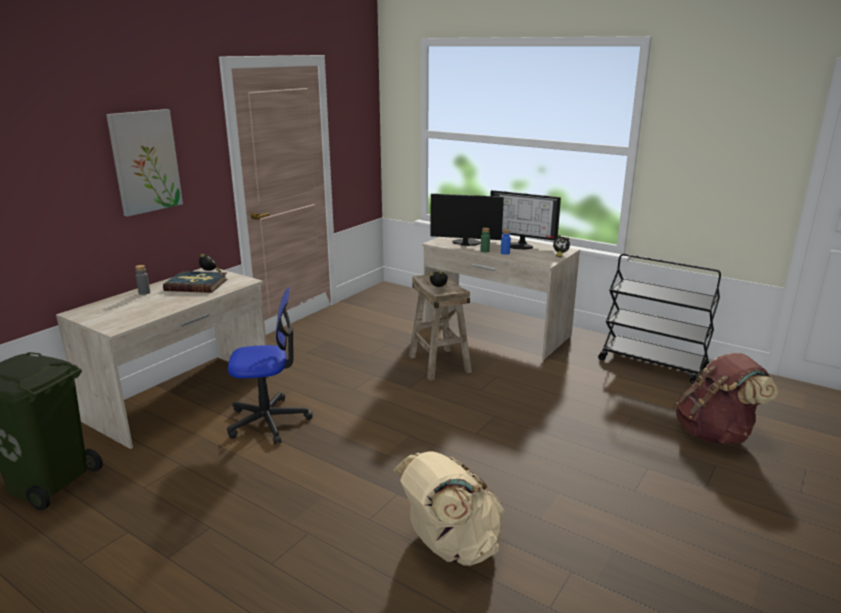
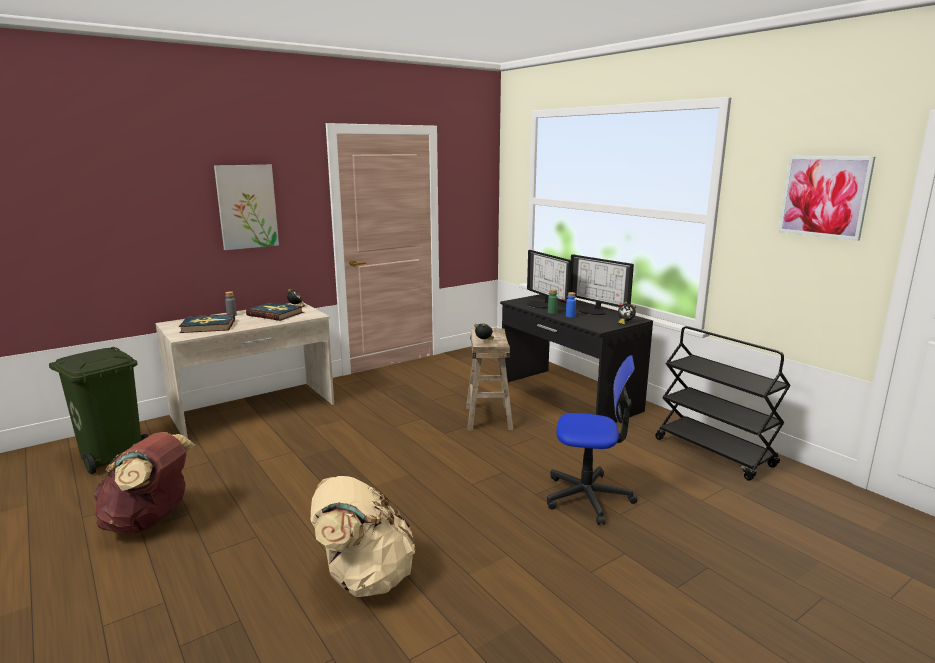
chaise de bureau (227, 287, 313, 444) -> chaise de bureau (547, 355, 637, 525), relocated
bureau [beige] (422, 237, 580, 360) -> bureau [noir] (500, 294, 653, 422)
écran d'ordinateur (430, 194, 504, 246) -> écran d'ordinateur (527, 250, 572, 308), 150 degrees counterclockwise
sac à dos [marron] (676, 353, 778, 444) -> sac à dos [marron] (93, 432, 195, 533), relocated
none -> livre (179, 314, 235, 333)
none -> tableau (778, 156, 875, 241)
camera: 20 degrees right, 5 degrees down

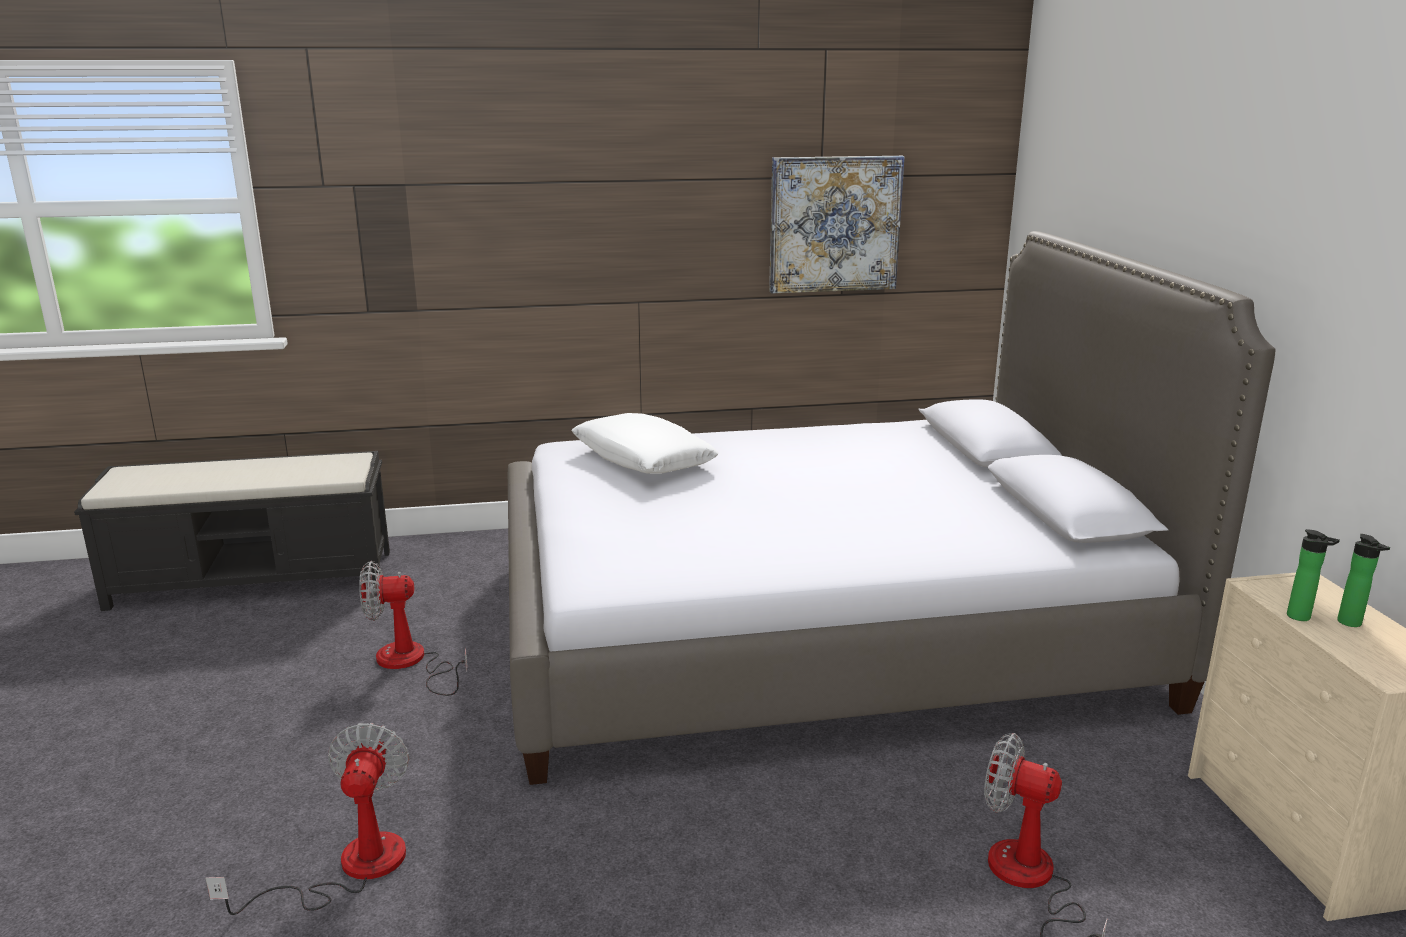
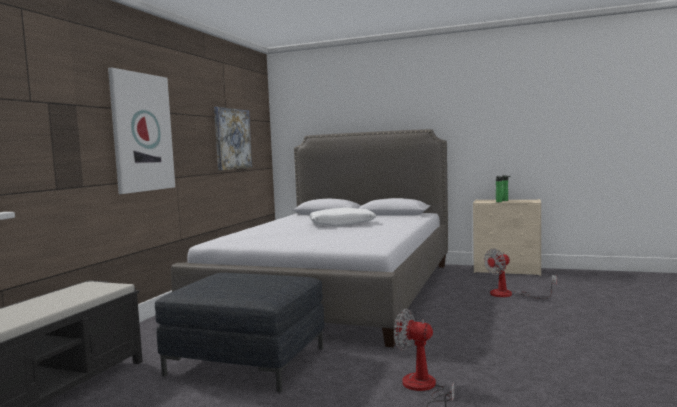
ventilateur (359, 561, 467, 696) -> pouf [gris] (155, 273, 324, 392)
coussin [blanc] (572, 413, 719, 474) -> coussin [blanc] (309, 208, 376, 226), relocated
none -> tableau (108, 68, 175, 194)
camera: 60 degrees left, 15 degrees down

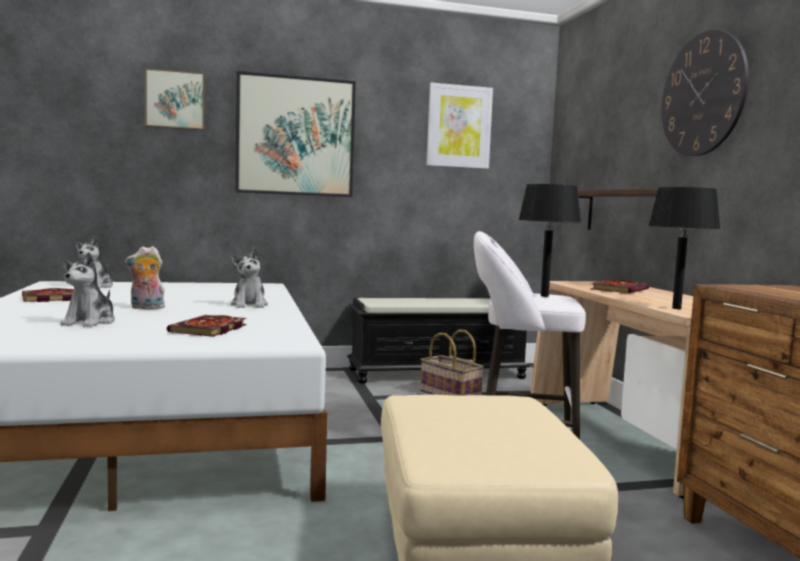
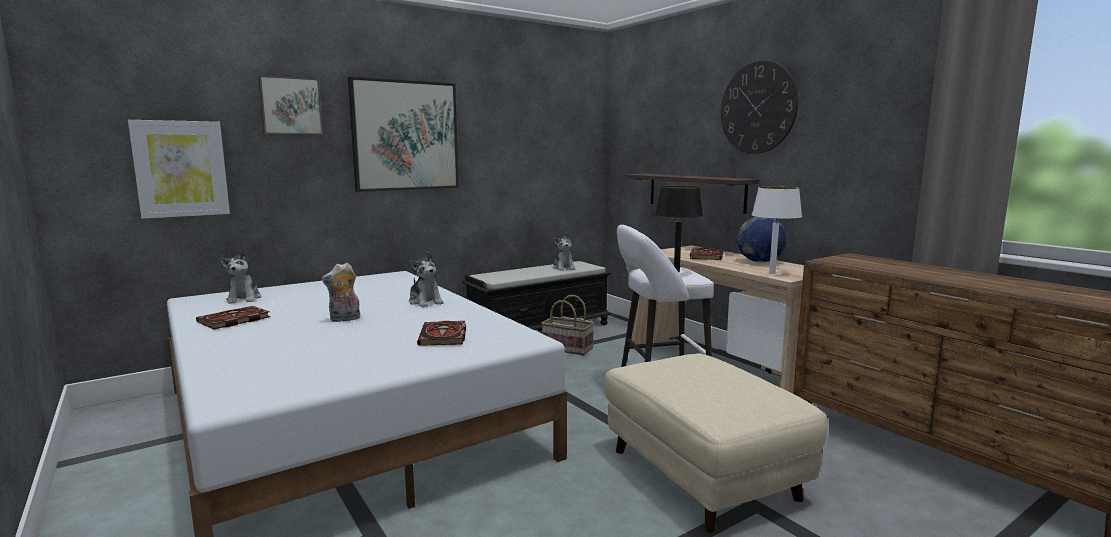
peluche (60, 252, 115, 327) -> peluche (553, 233, 575, 271), relocated
tableau (426, 82, 493, 169) -> tableau (128, 120, 230, 219), relocated
lampe de table [noir] (648, 187, 721, 309) -> lampe de table [blanc] (752, 187, 802, 274)
none -> globe (737, 217, 787, 263)
camera: 20 degrees left, 5 degrees up

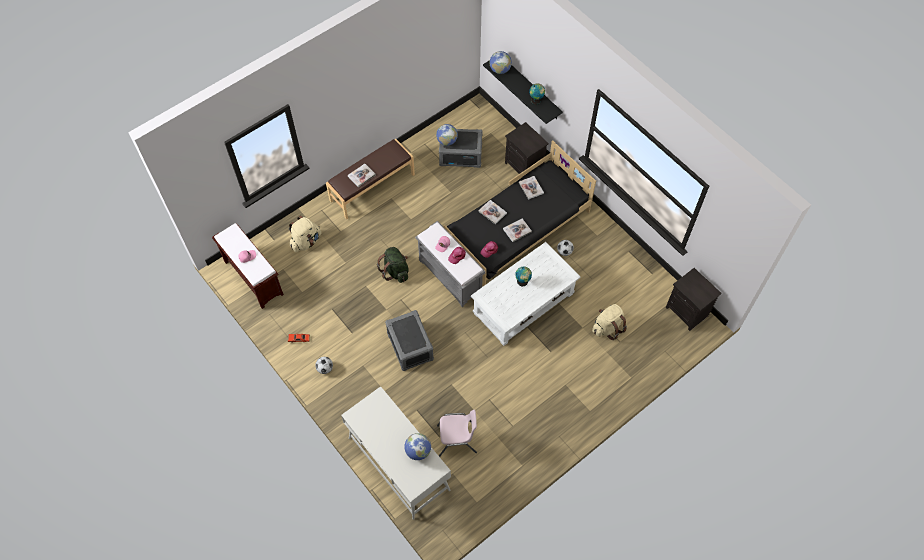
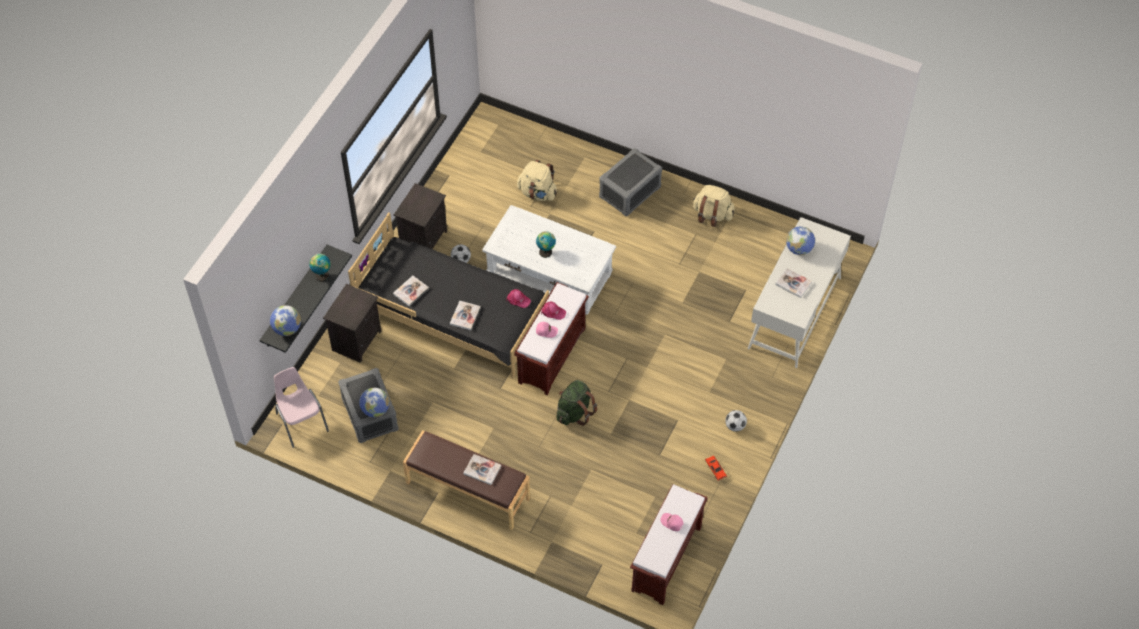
sac à dos [beige] (289, 216, 321, 252) -> sac à dos [beige] (693, 185, 734, 227), relocated
boîte de rangement [gris] (385, 310, 434, 371) -> boîte de rangement [gris] (599, 148, 662, 216), relocated
banc [gris] (415, 221, 485, 307) -> banc [marron] (514, 282, 589, 395)
chaise [rose] (437, 409, 477, 457) -> chaise [rose] (274, 367, 329, 448), relocated
livre (503, 219, 532, 242) -> livre (775, 268, 812, 298), relocated
table de chevet [noir] (666, 268, 722, 331) -> table de chevet [noir] (394, 183, 447, 249), relocated
camera: 115 degrees left, 5 degrees down

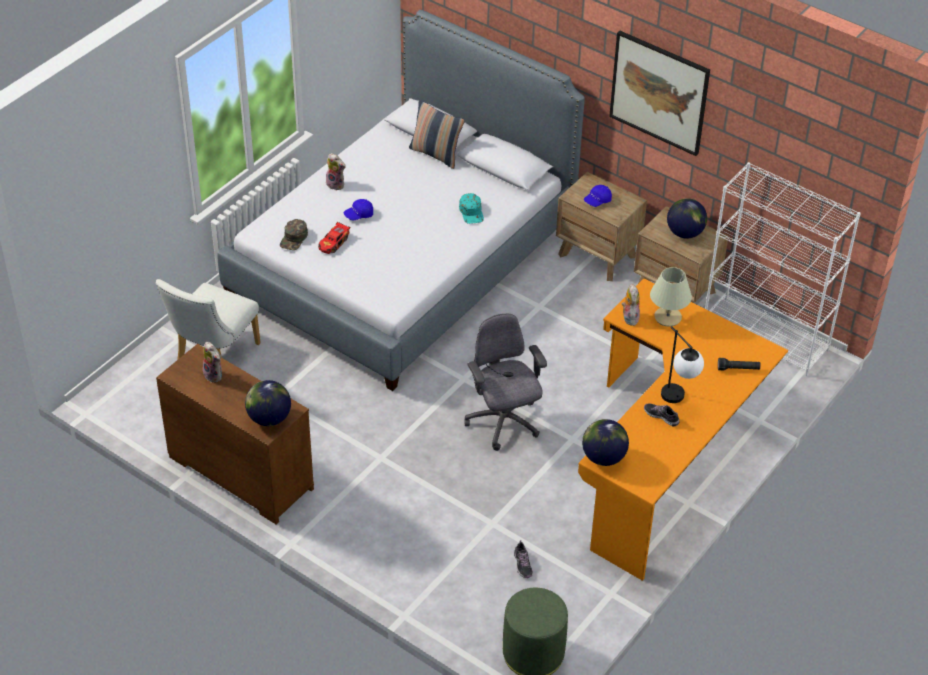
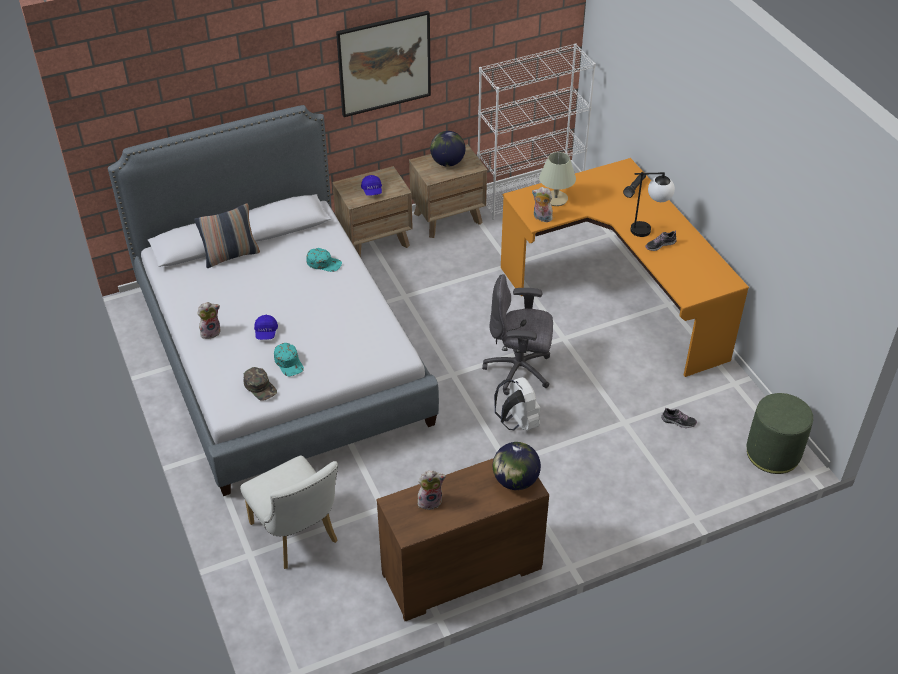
petite voiture (318, 222, 350, 254) -> casquette [turquoise] (274, 343, 304, 376)
globe (582, 419, 629, 466) -> none
none -> sac à dos [blanc] (494, 377, 540, 430)
camera: 60 degrees left, 0 degrees up

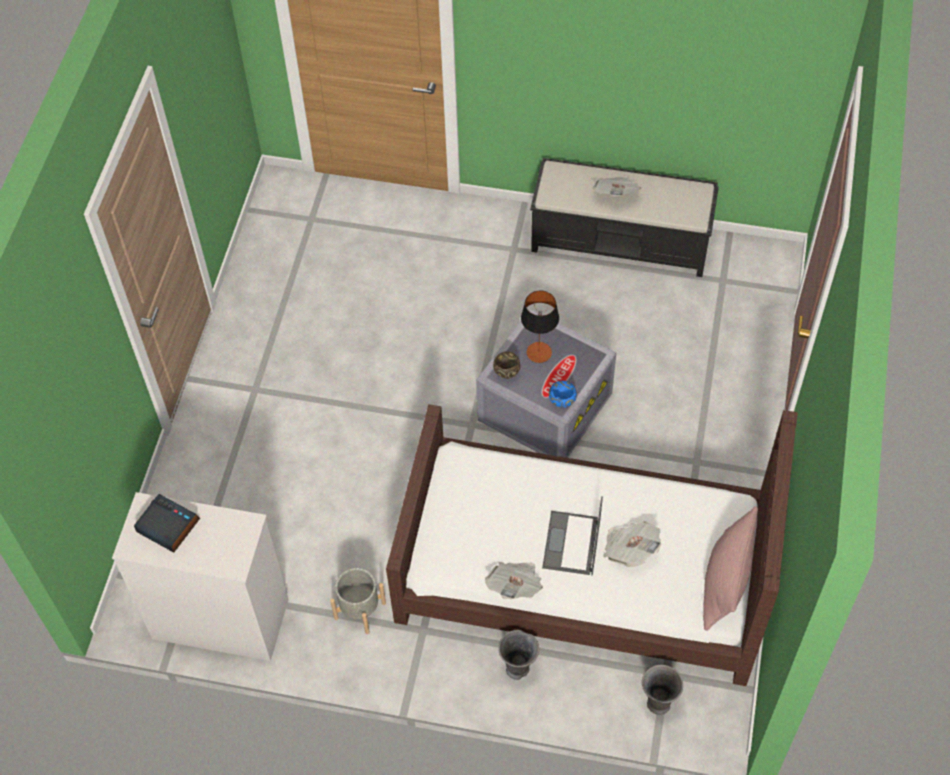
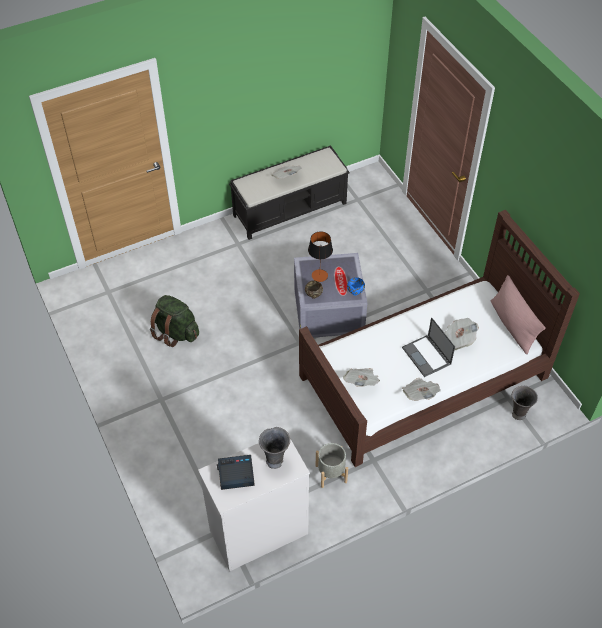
vase [gris] (498, 630, 539, 680) -> vase [gris] (259, 427, 290, 469), relocated
none -> sac à dos [vert] (150, 295, 199, 347)
none -> journal (343, 368, 380, 387)
camera: 40 degrees left, 5 degrees down

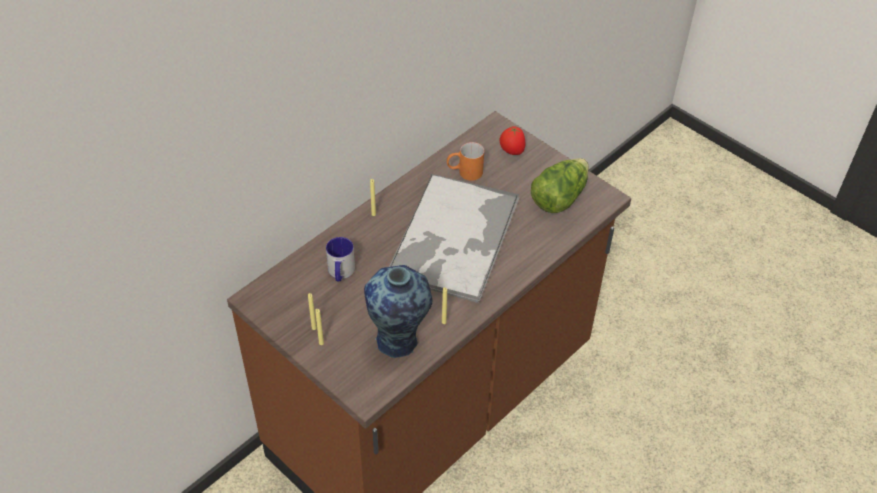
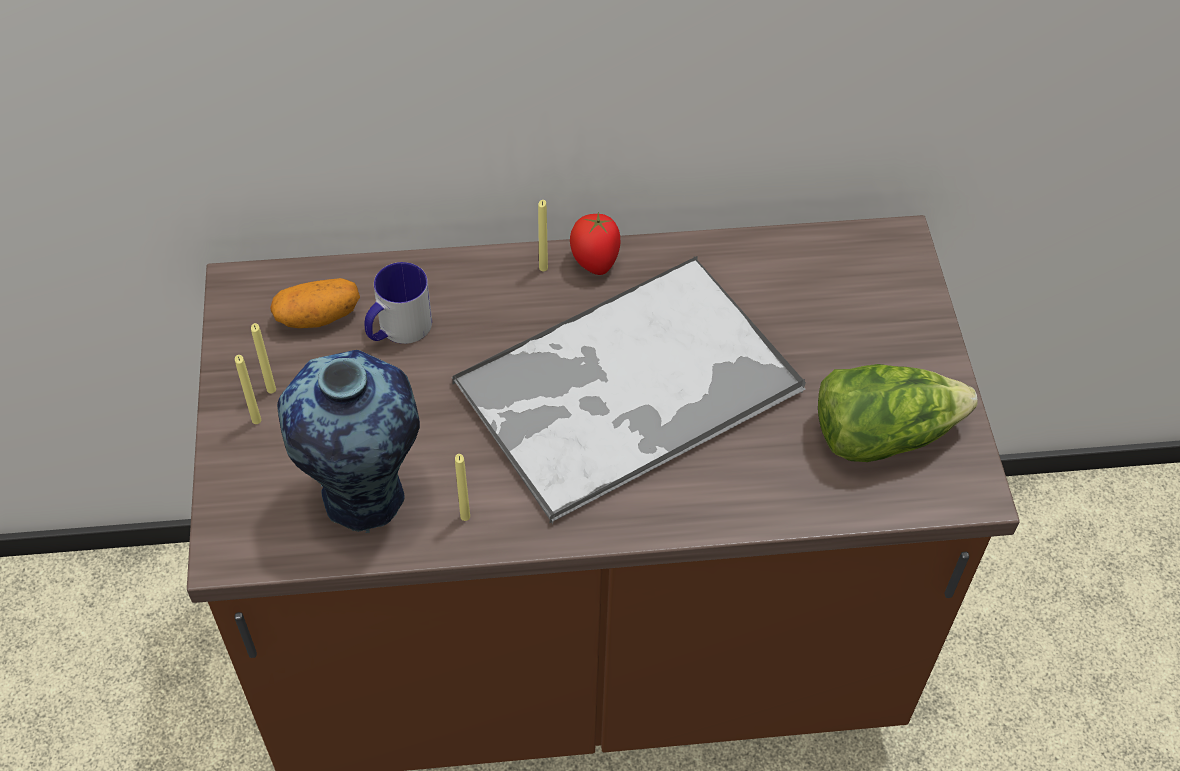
mug [orange] (447, 142, 484, 181) -> none
tomate (500, 126, 525, 155) -> tomate (570, 212, 620, 275), relocated
none -> pomme de terre (270, 278, 360, 328)
camera: 40 degrees right, 5 degrees up

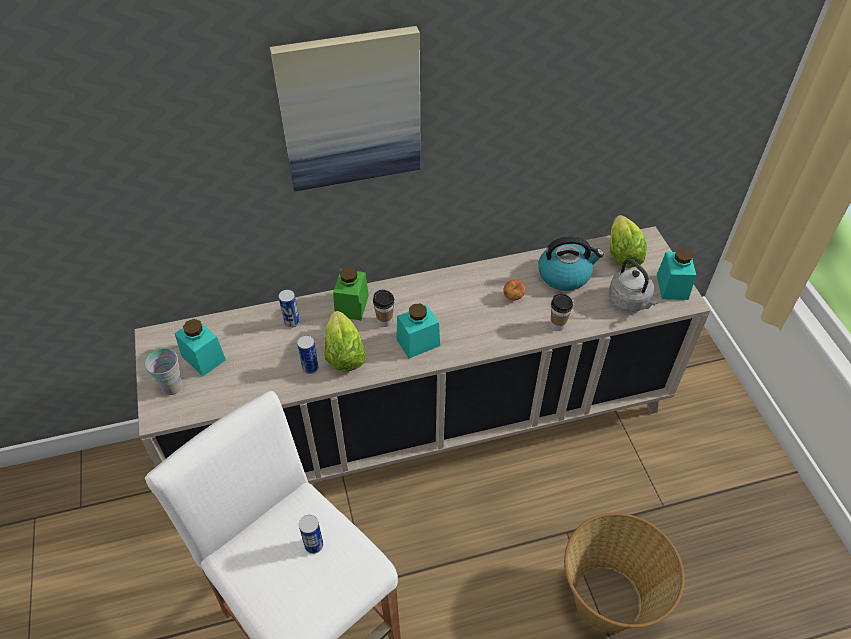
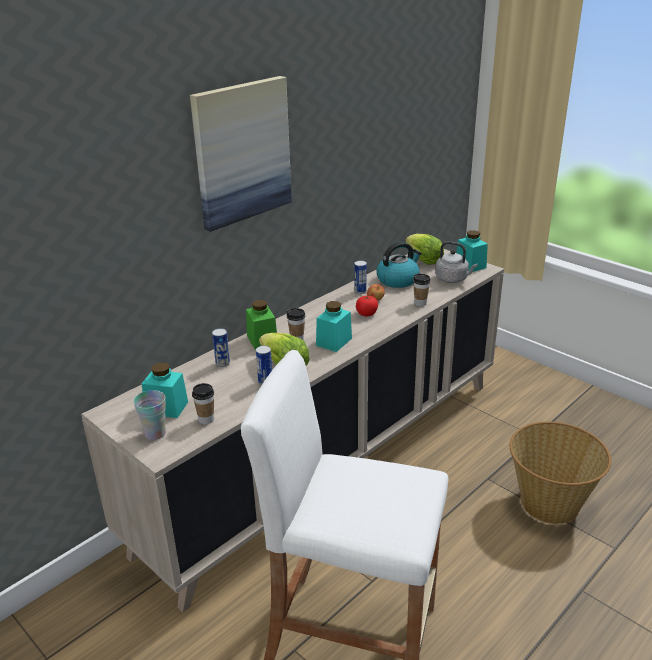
boîte métallique (299, 515, 323, 554) -> boîte métallique (354, 261, 367, 294), relocated
none -> tasse (192, 383, 214, 425)
none -> tomate (356, 296, 378, 316)
camera: 30 degrees left, 20 degrees down

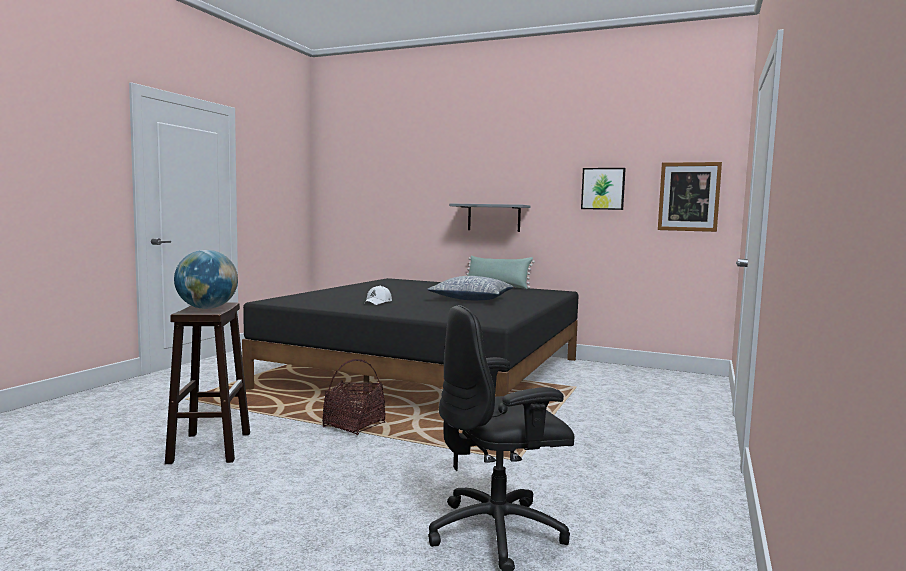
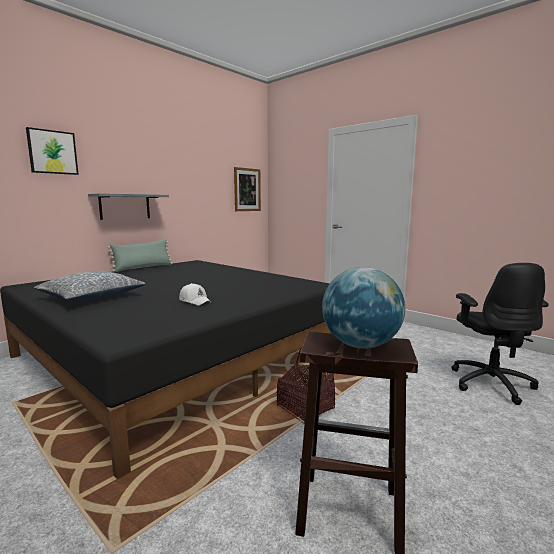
coussin (427, 276, 513, 300) -> coussin (34, 271, 145, 301), relocated
tableau (581, 168, 626, 210) -> tableau (26, 127, 79, 175), relocated
camera: 70 degrees left, 5 degrees up

